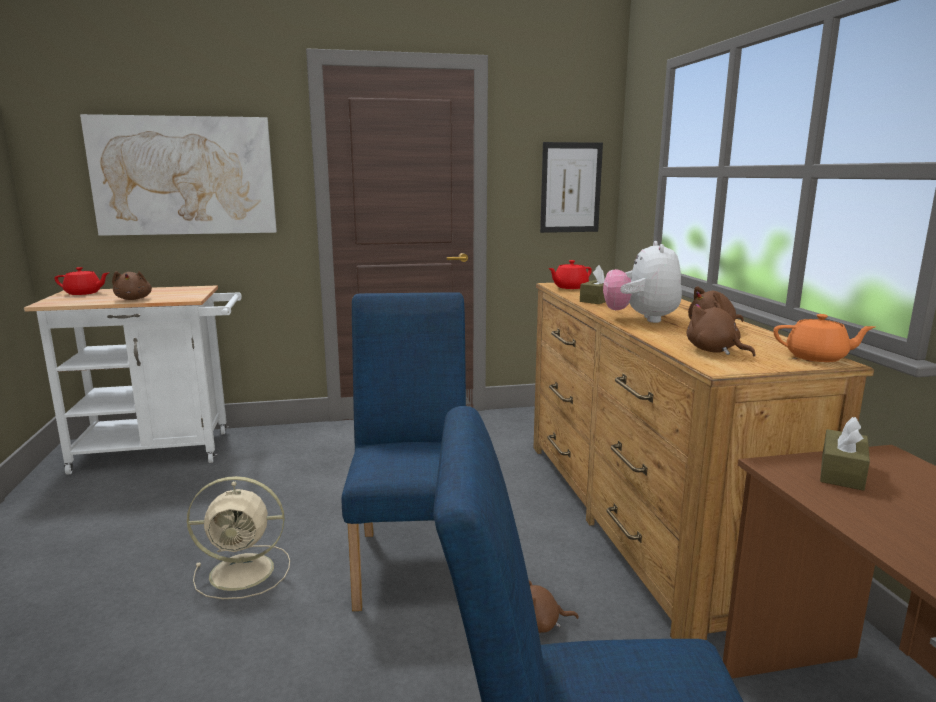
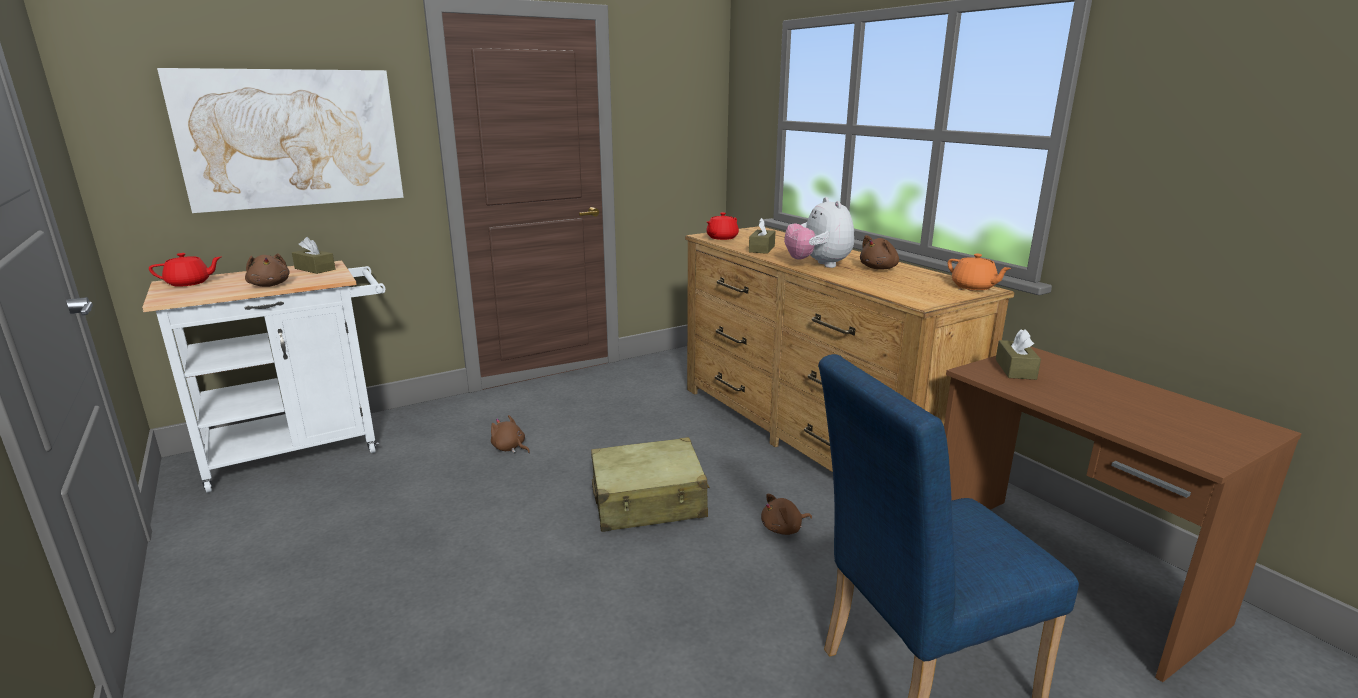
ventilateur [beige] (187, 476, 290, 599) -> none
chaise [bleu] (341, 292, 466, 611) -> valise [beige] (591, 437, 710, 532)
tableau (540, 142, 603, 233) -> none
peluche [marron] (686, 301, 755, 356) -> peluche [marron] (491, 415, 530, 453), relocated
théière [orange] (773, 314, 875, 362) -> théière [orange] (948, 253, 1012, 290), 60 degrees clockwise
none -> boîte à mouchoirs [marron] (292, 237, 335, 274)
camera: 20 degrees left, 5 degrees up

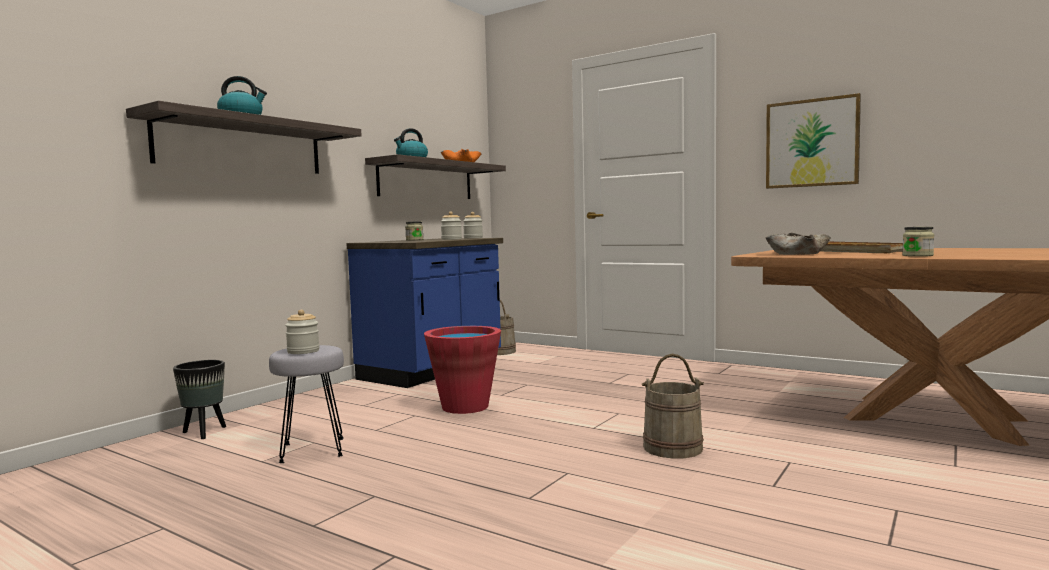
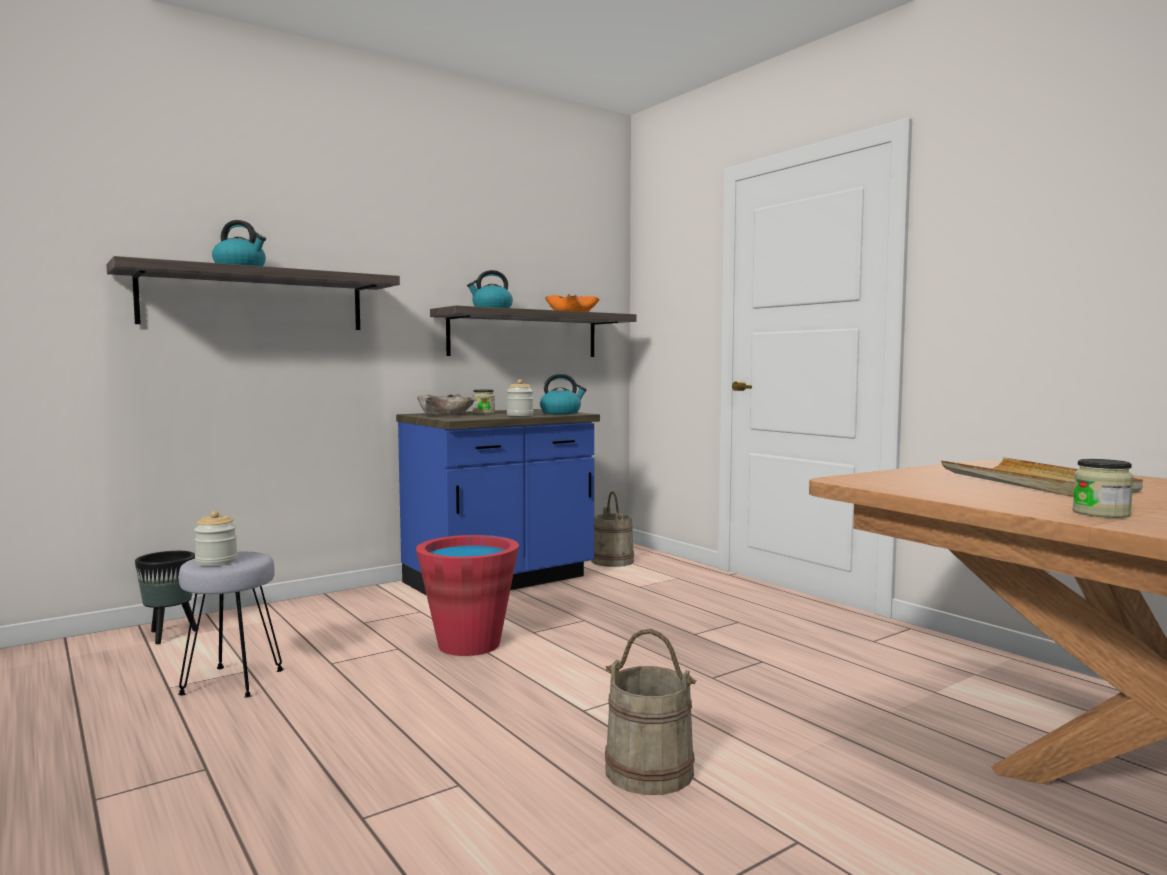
bocal (463, 212, 483, 239) -> bouilloire (540, 374, 587, 414)
tableau (766, 93, 861, 189) -> none
bol [beige] (766, 233, 831, 255) -> bol [beige] (417, 394, 475, 416), relocated
camera: 20 degrees right, 0 degrees up

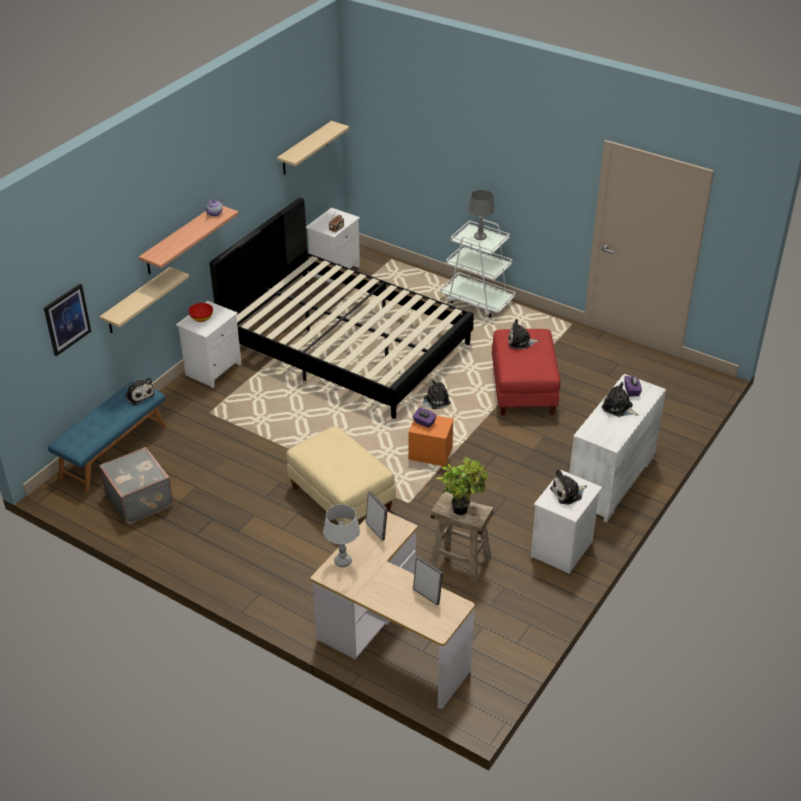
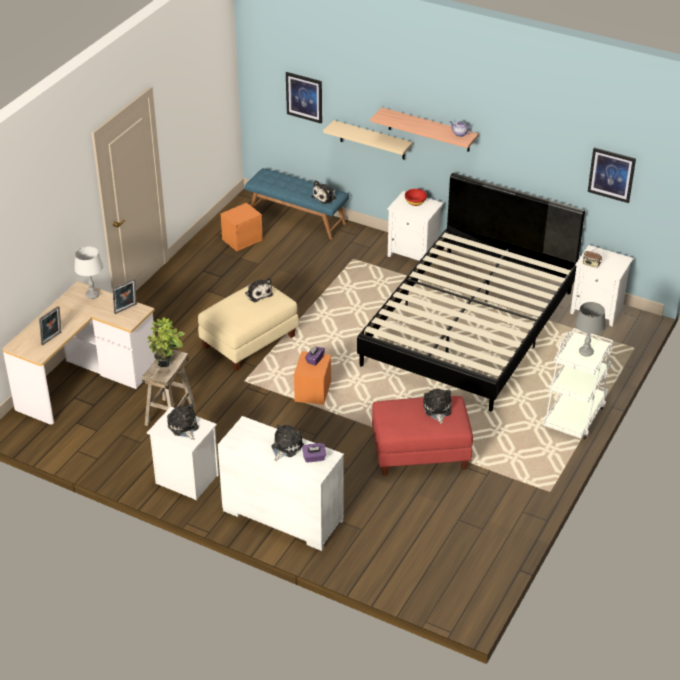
valise [gris] (99, 447, 173, 524) -> boîte de rangement [orange] (220, 203, 263, 251)
étagère [beige] (277, 121, 349, 175) -> tableau (588, 148, 636, 203)
peluche (420, 380, 451, 409) -> peluche (245, 278, 273, 303), relocated
camera: 85 degrees right, 0 degrees up

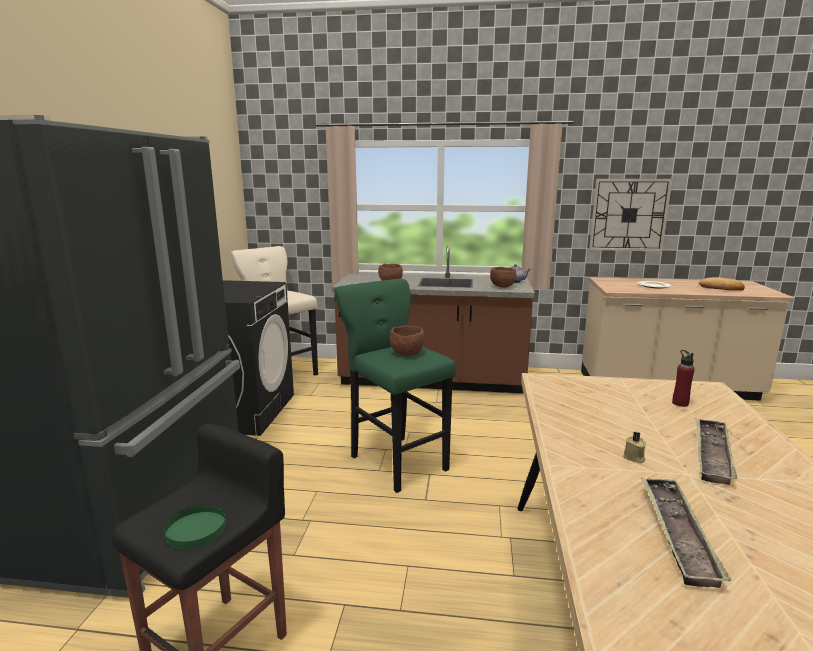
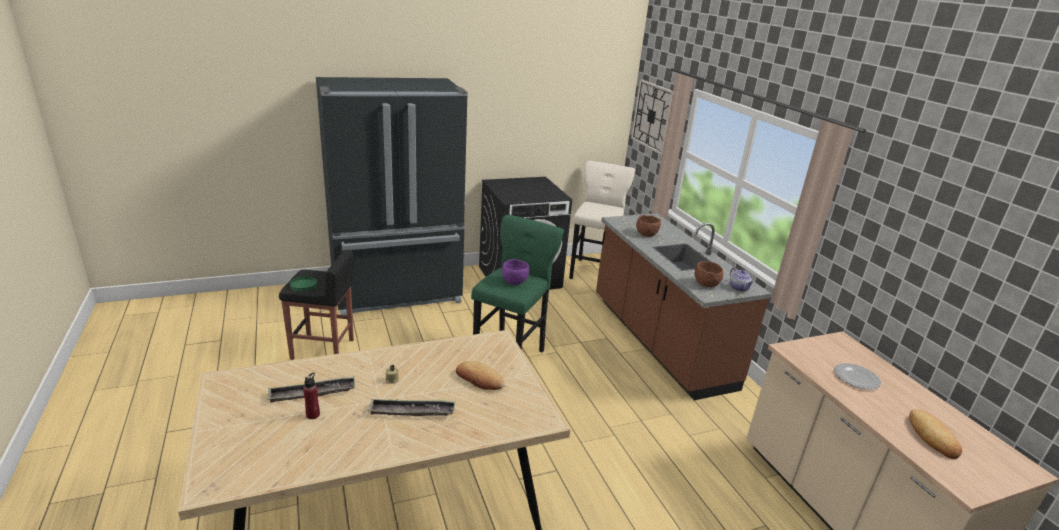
bol [marron] (390, 325, 424, 356) -> bol [violet] (502, 259, 529, 285)
horloge murale (589, 179, 672, 251) -> horloge murale (631, 79, 673, 155), relocated
bouteille [rouge] (672, 350, 695, 407) -> bouteille [rouge] (303, 373, 320, 419), relocated
none -> pain (456, 361, 504, 390)
camera: 60 degrees right, 10 degrees up

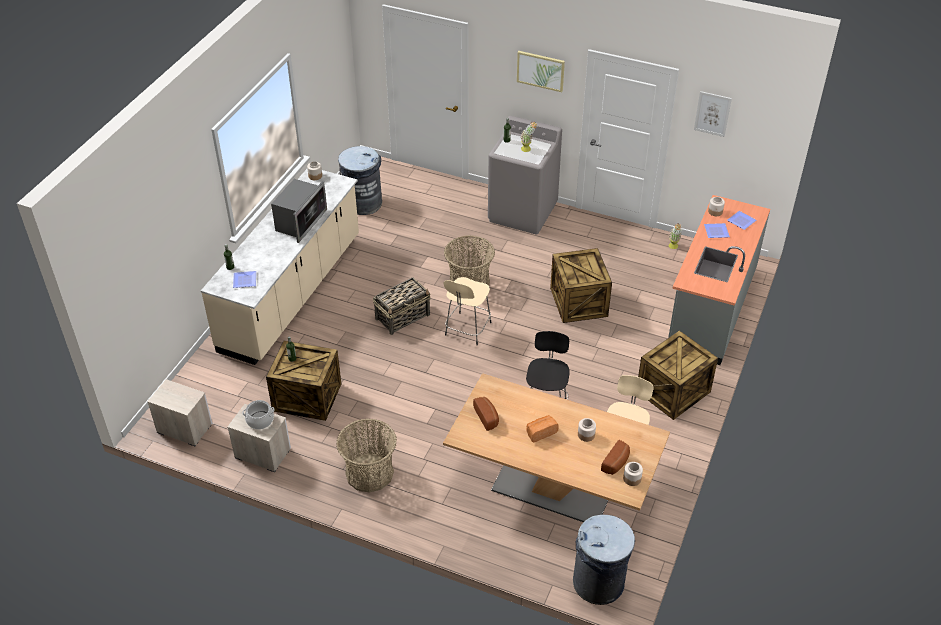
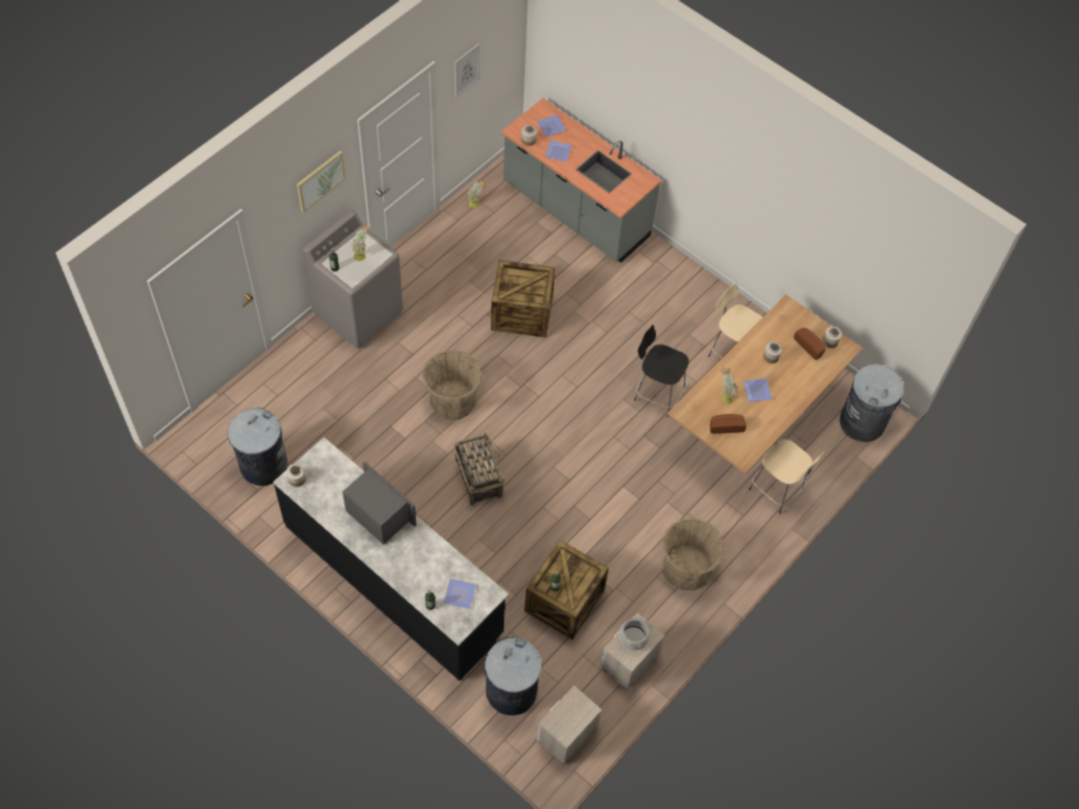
comptoir de cuisine [beige] (201, 169, 359, 365) -> comptoir de cuisine [noir] (273, 437, 509, 681)
tabouret [beige] (444, 277, 492, 345) -> tabouret [beige] (749, 439, 825, 514), relocated
pain (527, 415, 559, 443) -> assiette (743, 379, 772, 402)
caisse (638, 331, 718, 420) -> none
none -> poubelle [gris] (484, 637, 542, 715)
none -> plante en pot (721, 367, 738, 404)
camera: 75 degrees left, 15 degrees up

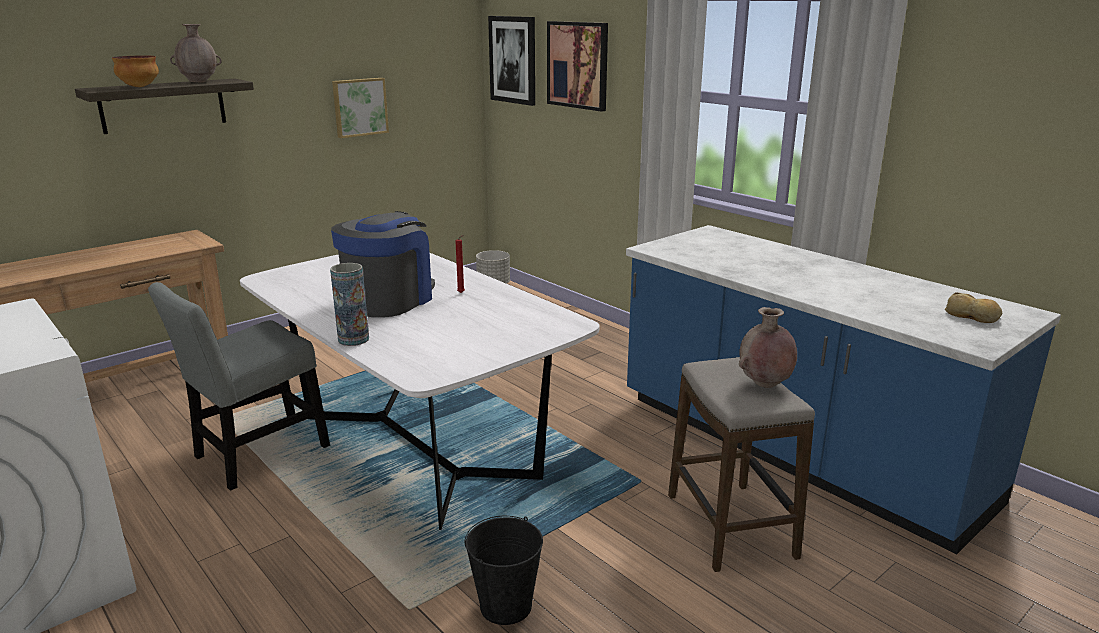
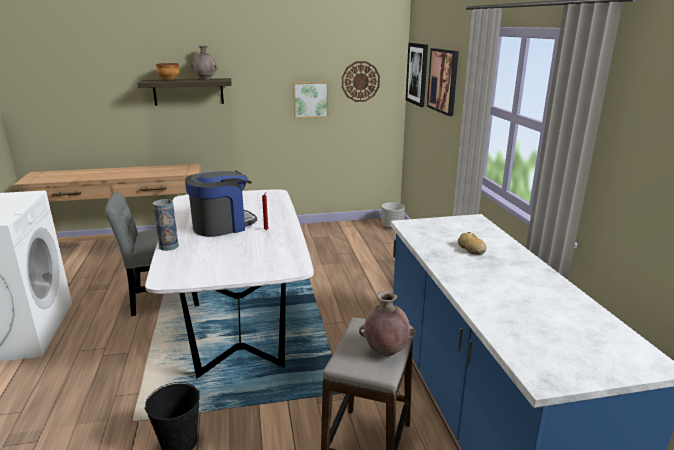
pain (945, 292, 1002, 323) -> pain (458, 232, 486, 255), relocated
none -> horloge murale (342, 61, 380, 102)
camera: 30 degrees right, 0 degrees up

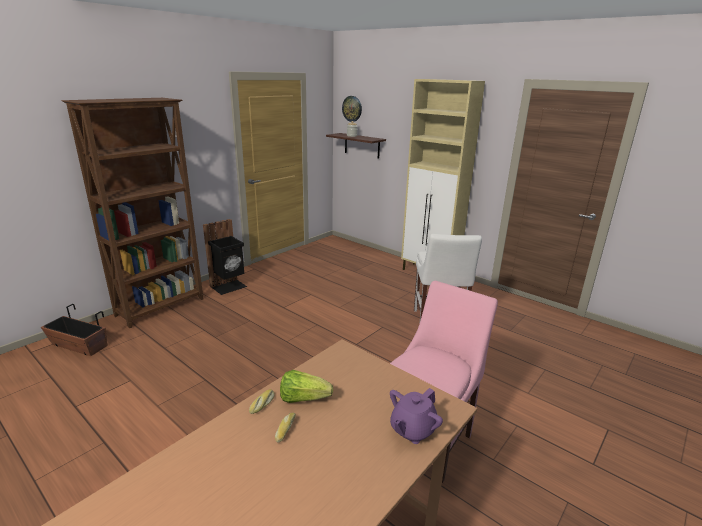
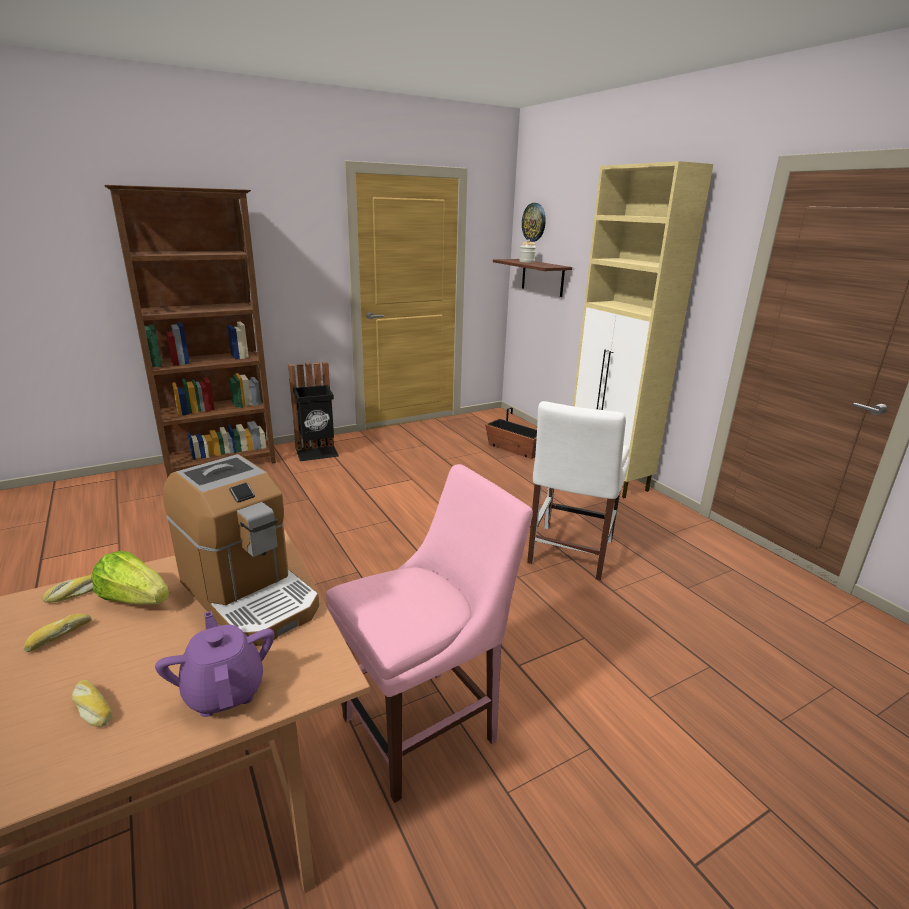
cache-pot (41, 304, 108, 356) -> cache-pot (485, 408, 537, 459), relocated
théière [violet] (390, 388, 443, 444) -> théière [violet] (155, 611, 274, 717), 90 degrees clockwise
none -> pain (72, 680, 112, 727)
none -> machine à café (163, 454, 319, 646)
camera: 20 degrees right, 0 degrees up

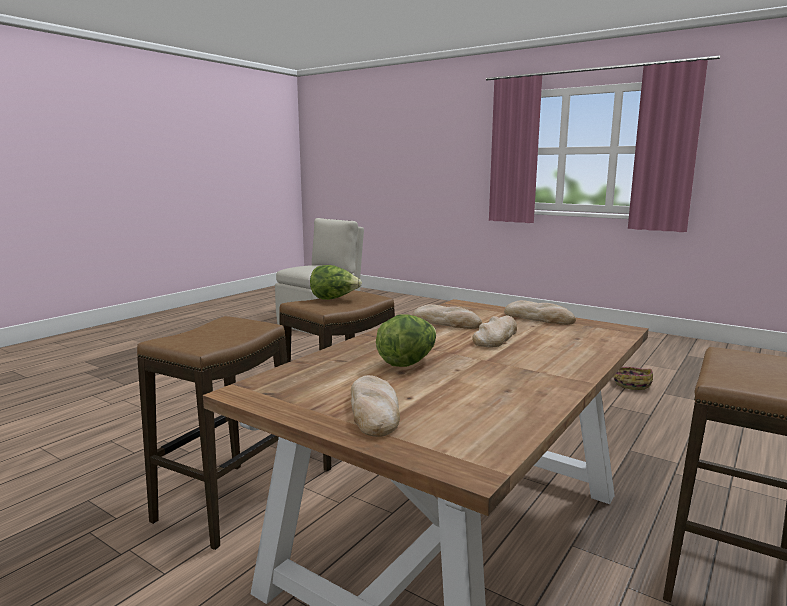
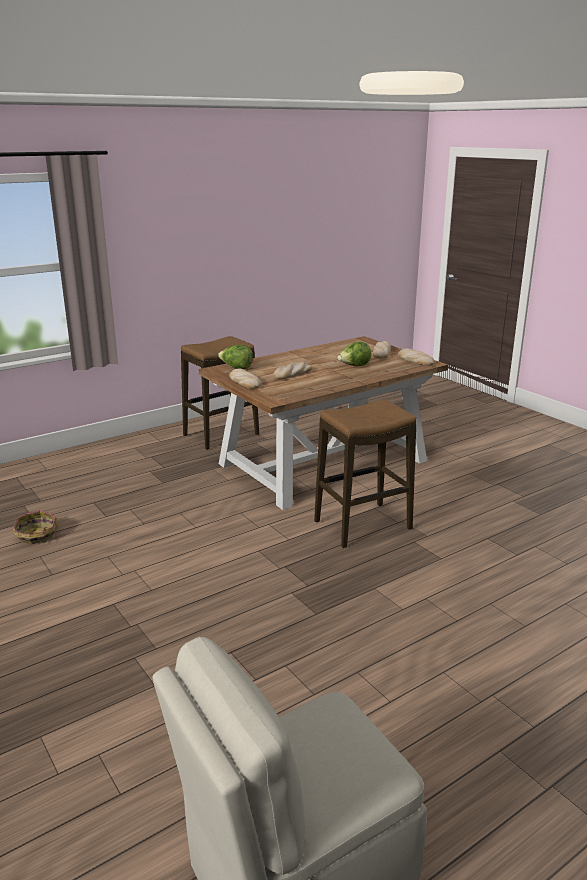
tabouret (137, 316, 287, 550) -> none
laitue (310, 265, 362, 300) -> laitue (218, 345, 253, 369), relocated
pain (413, 304, 482, 329) -> pain (398, 348, 435, 366), relocated
camera: 160 degrees left, 10 degrees up

